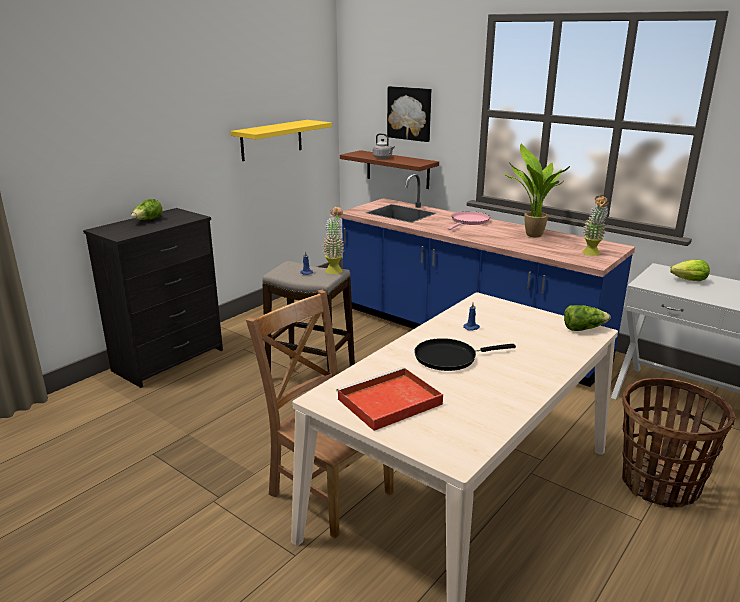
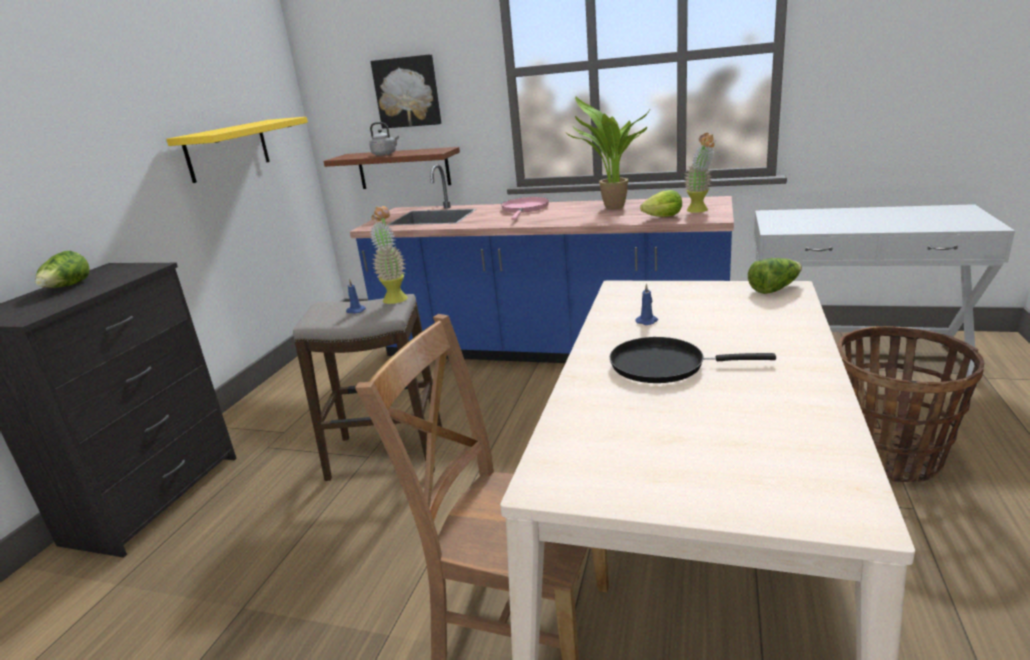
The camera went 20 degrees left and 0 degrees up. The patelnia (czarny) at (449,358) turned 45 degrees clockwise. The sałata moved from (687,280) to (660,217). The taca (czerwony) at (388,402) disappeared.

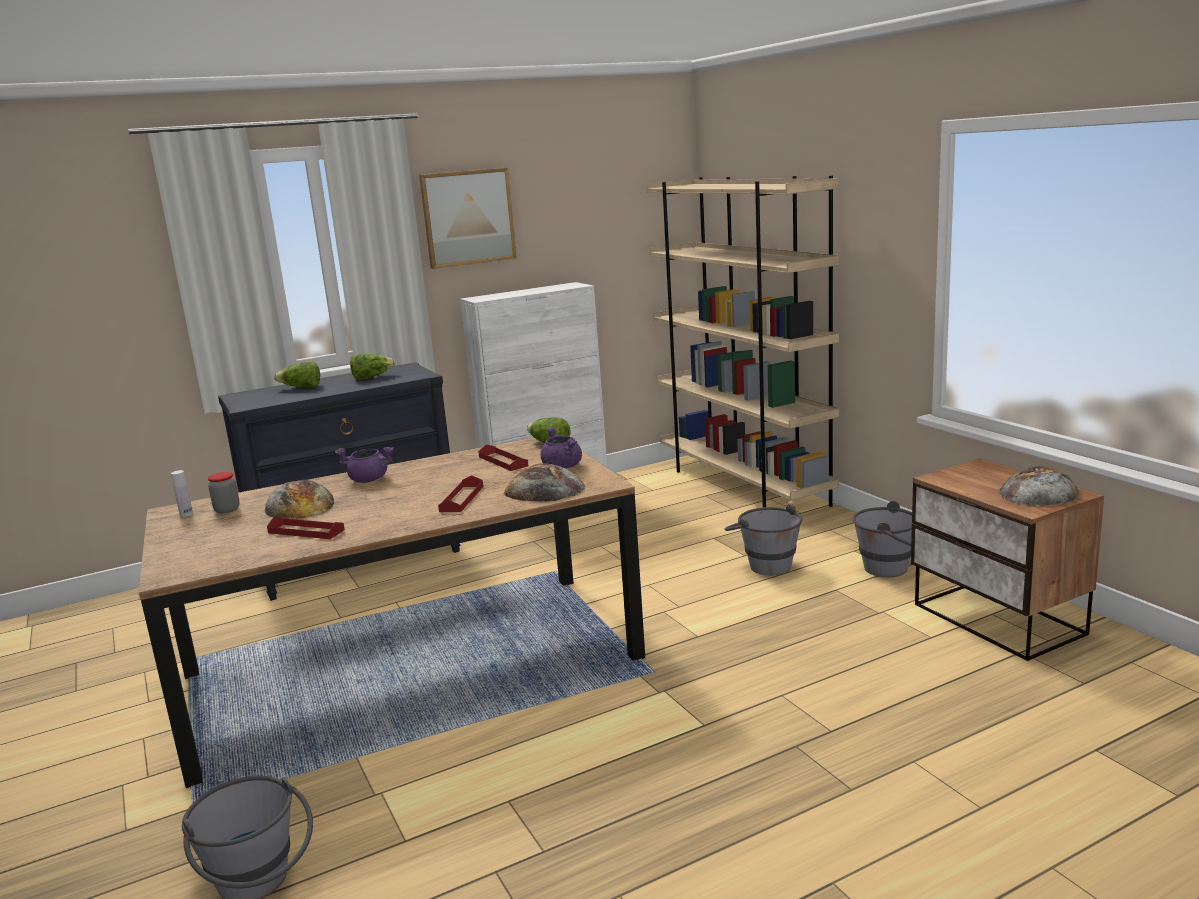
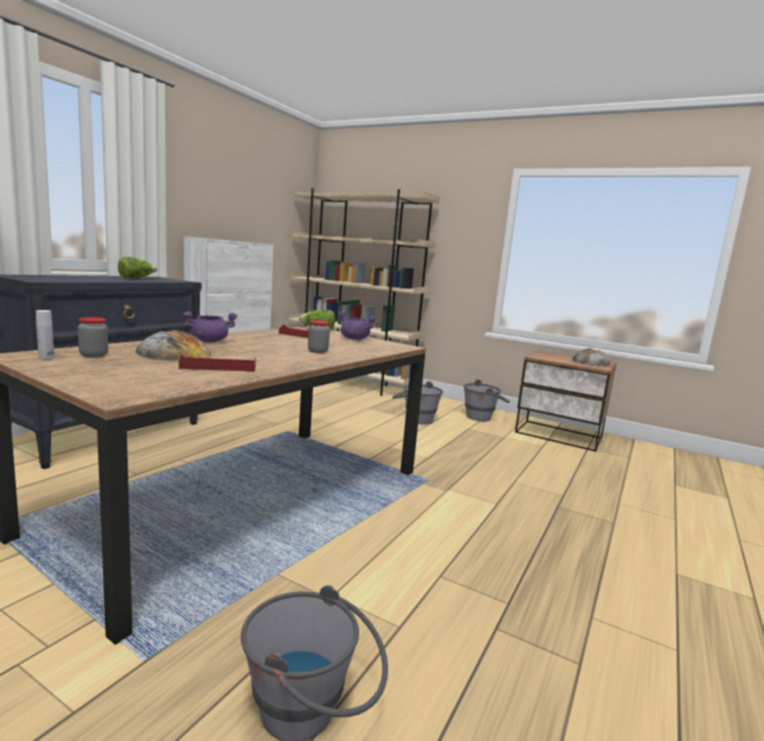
The camera went 35 degrees left and 5 degrees down. The taca (czerwony) at (461,499) was replaced by the słoik at (318,351). The sałata at (301,388) disappeared. The obraz at (468,217) disappeared. The chleb at (544,489) disappeared.

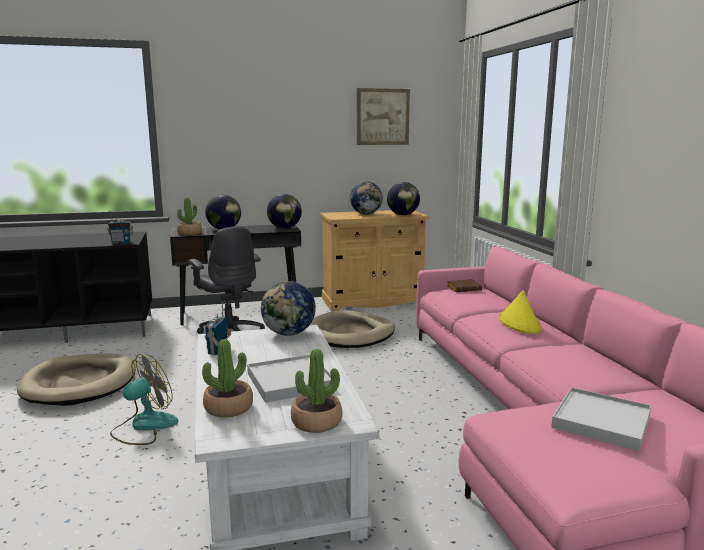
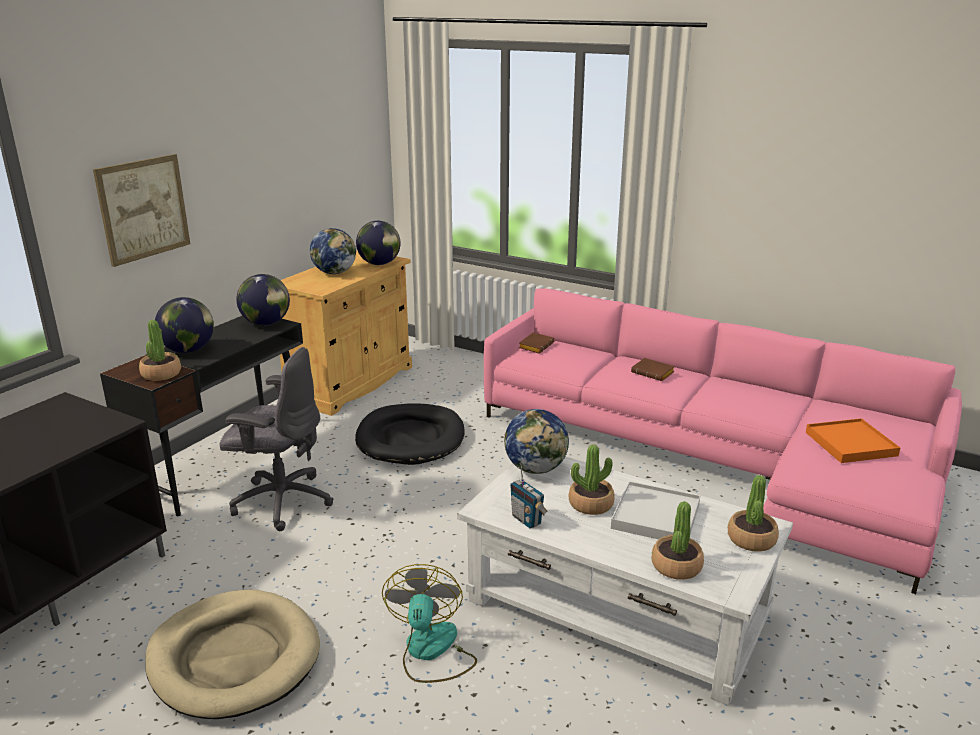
The camera went 45 degrees left and 10 degrees up. The obraz moved from (382,117) to (143,209). The legowisko (beżowy) at (349,334) became the legowisko (czarny) at (411,438). The roślina doniczkowa at (591,504) appeared. The kapelusz (żółty) at (519,323) was replaced by the książka (brązowy) at (654,373). The taca (biały) at (601,422) became the taca (pomarańczowy) at (850,444). The radio at (121,242) disappeared.

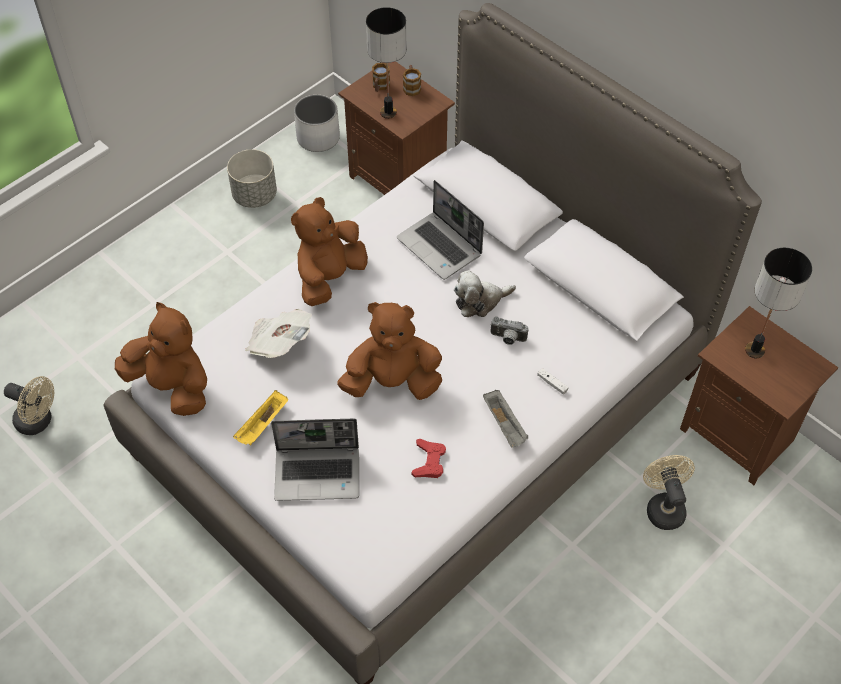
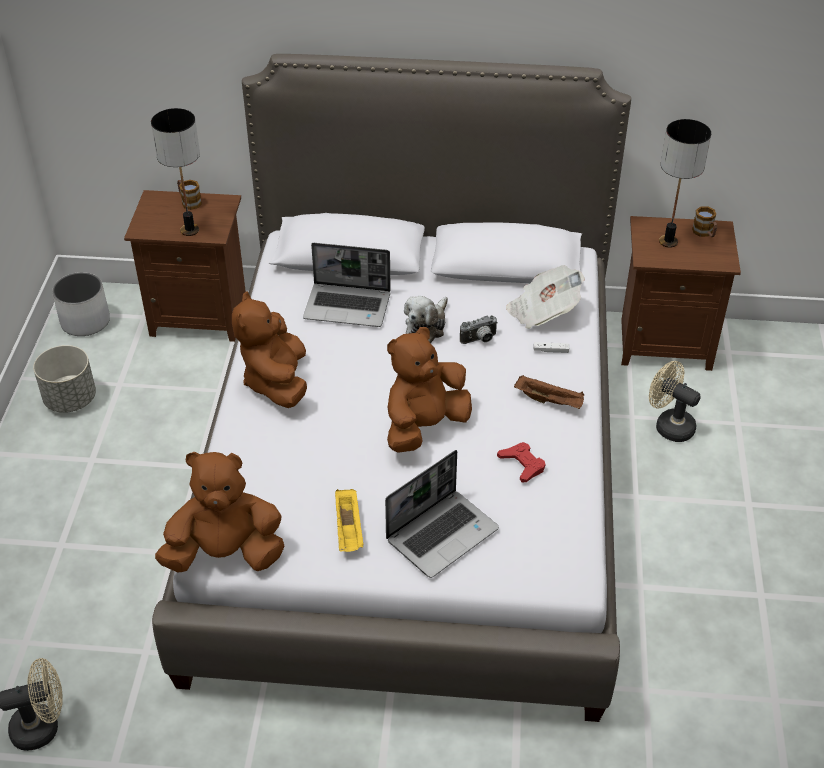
The camera went 40 degrees left and 10 degrees down. The gazeta moved from (279,343) to (543,311). The taca (szary) at (505,425) became the taca (brązowy) at (549,401). The kubek moved from (380,86) to (704,233).

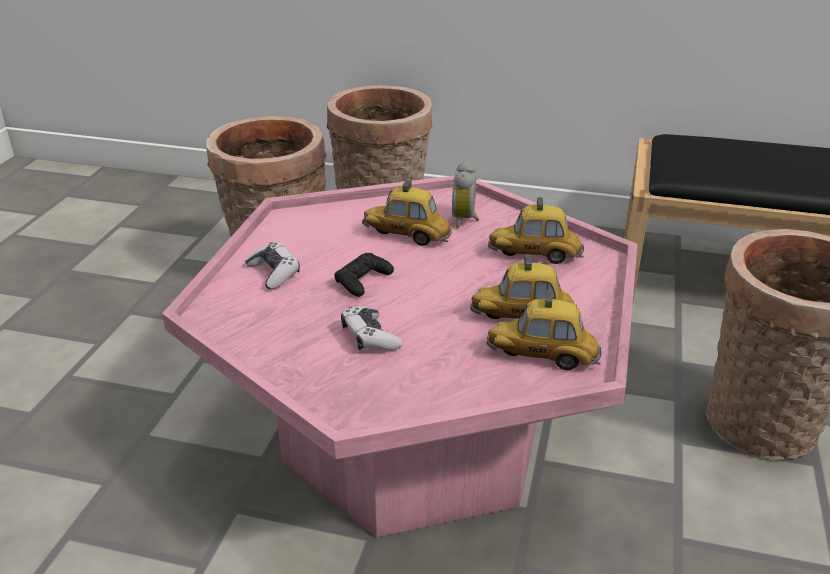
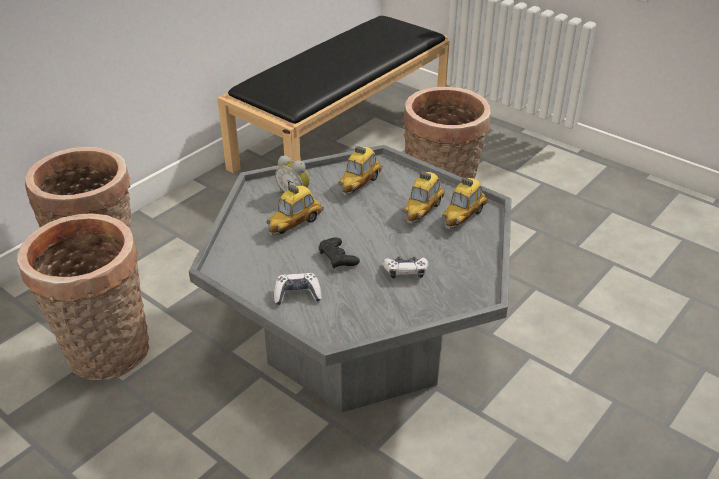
The camera went 65 degrees left and 5 degrees up. The ława (różowy) at (416,436) became the ława (szary) at (360,338).

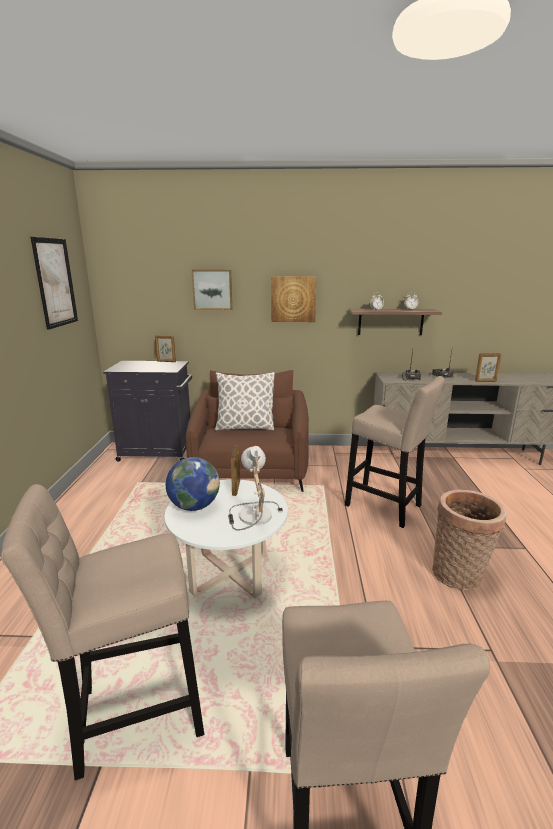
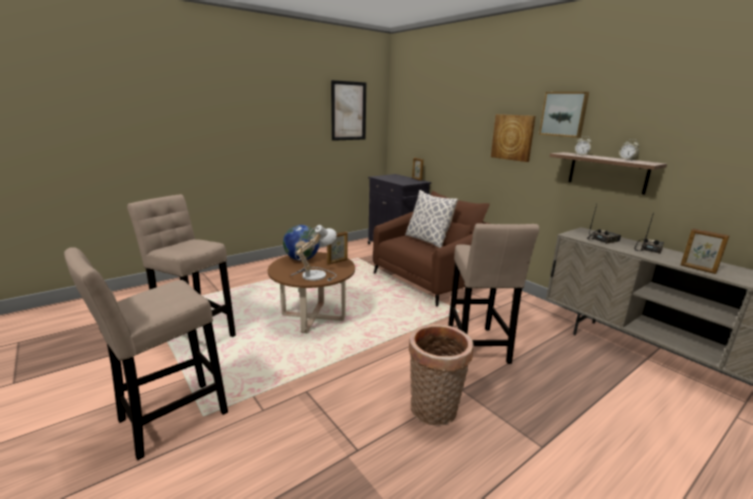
The camera went 50 degrees right and 0 degrees up. The ława (biały) at (229,574) became the ława (brązowy) at (313,317). The obraz moved from (212,289) to (564,114).

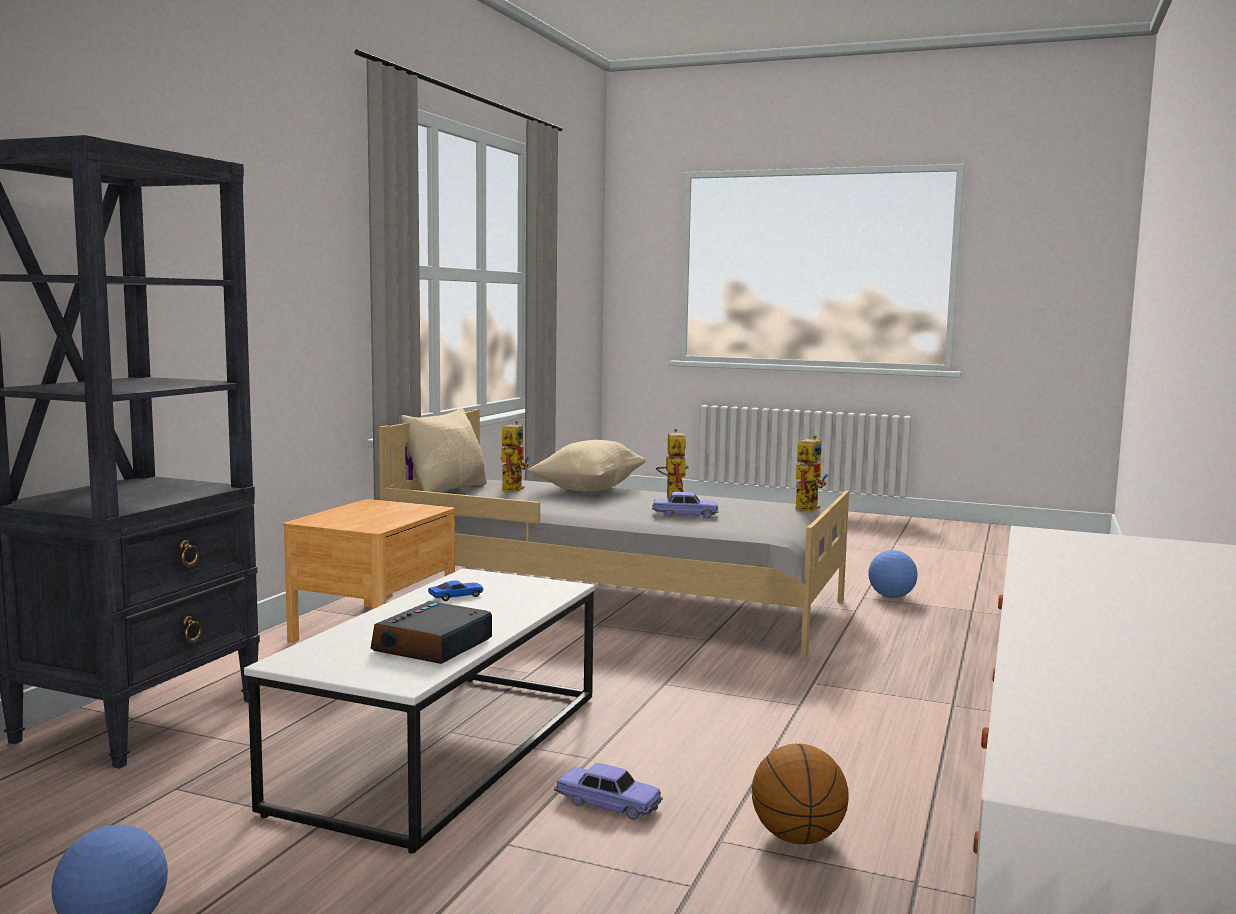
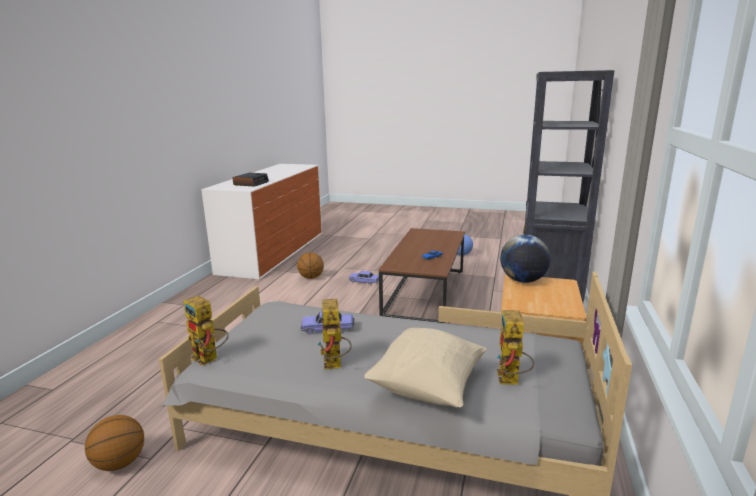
The camera went 175 degrees right and 10 degrees up. The piłka futbolowa at (891,597) was replaced by the piłka do koszykówki at (119,463). The robot zabawkowy at (807,507) turned 75 degrees counterclockwise. The budzik moved from (433,646) to (251,183). The ława (biały) at (444,750) became the ława (brązowy) at (425,293). The globus at (523,281) appeared. The poduszka (beżowy) at (447,489) disappeared.

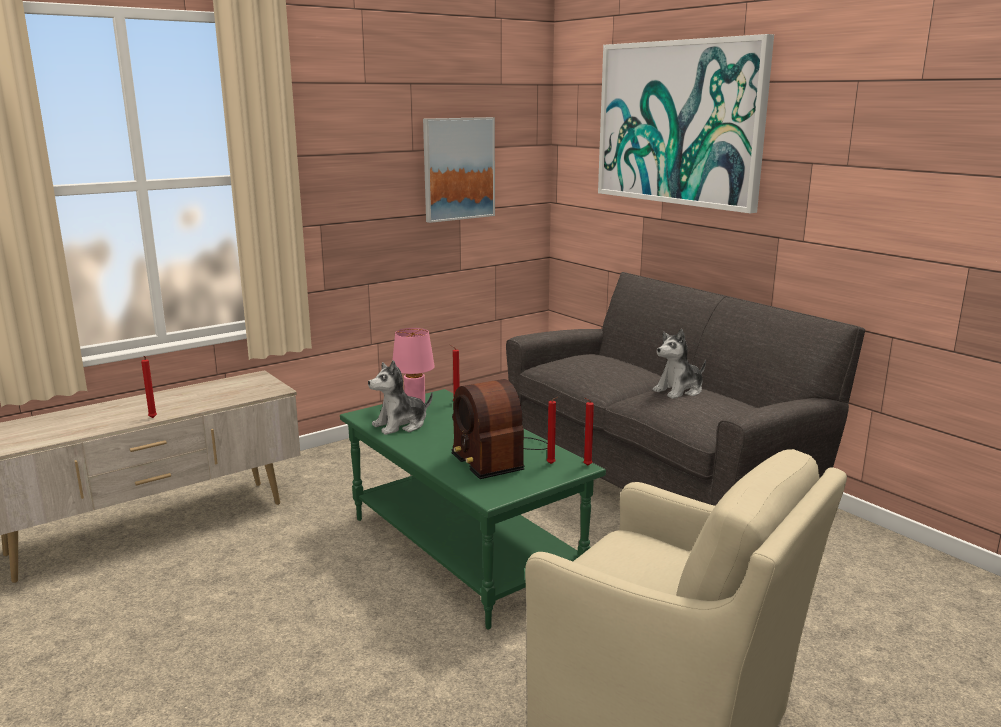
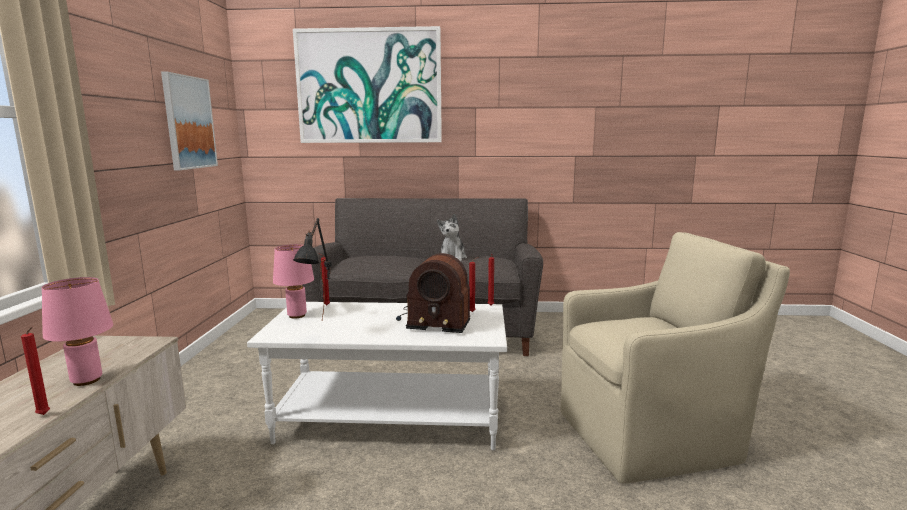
The camera went 50 degrees left and 5 degrees down. The lampa stołowa (różowy) at (87,380) appeared. The ława (zielony) at (465,549) became the ława (biały) at (391,417). The pluszak at (401,425) was replaced by the lampa stołowa (czarny) at (321,329).

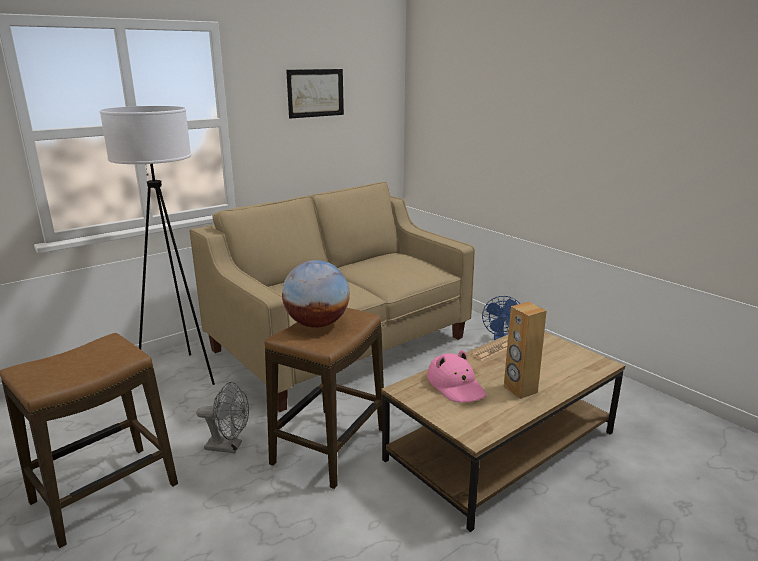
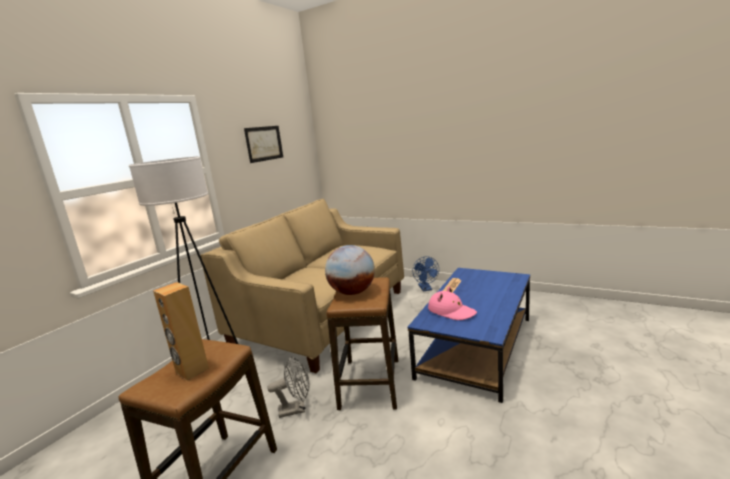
The camera went 20 degrees left and 5 degrees down. The głośnik (brązowy) moved from (520,390) to (191,370). The ława (brązowy) at (502,445) became the ława (niebieski) at (476,346).

